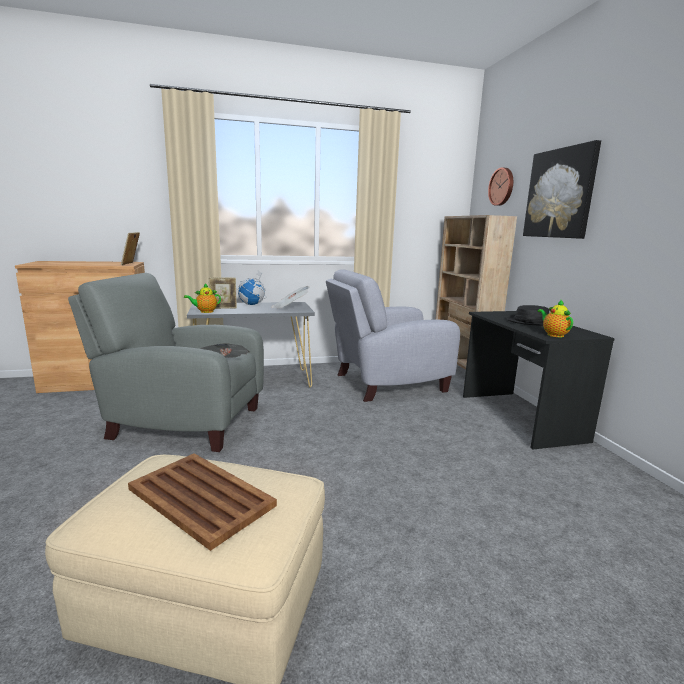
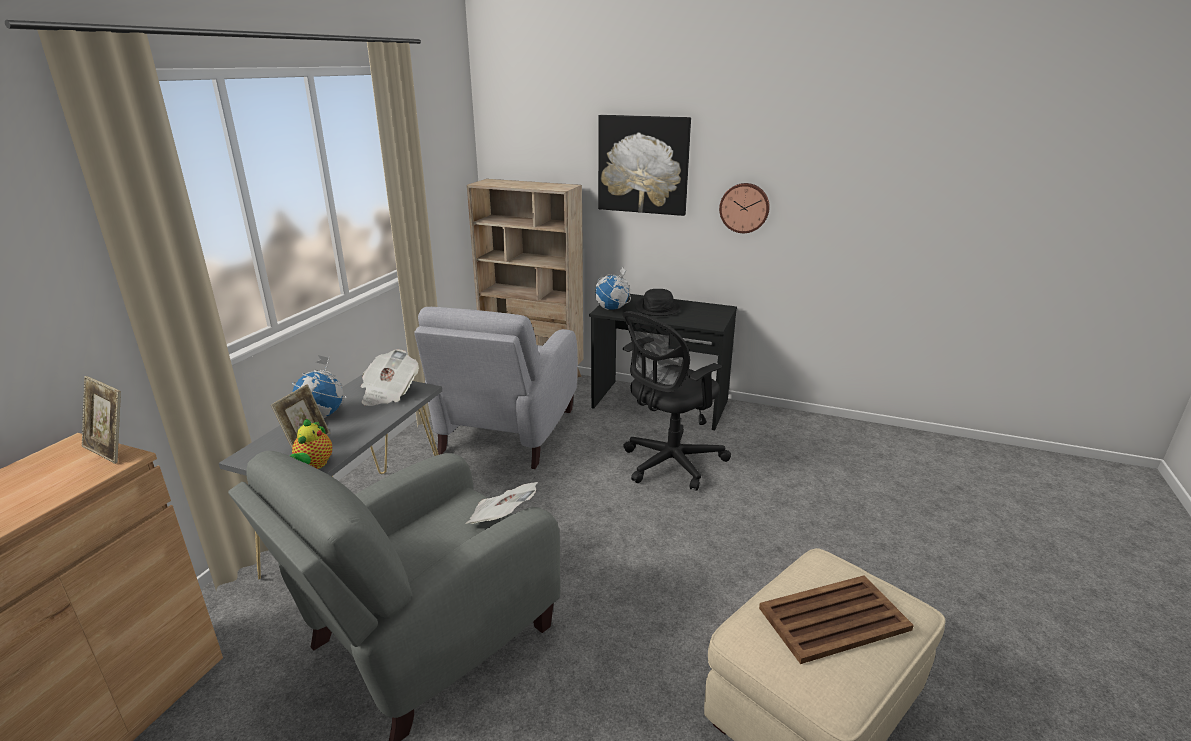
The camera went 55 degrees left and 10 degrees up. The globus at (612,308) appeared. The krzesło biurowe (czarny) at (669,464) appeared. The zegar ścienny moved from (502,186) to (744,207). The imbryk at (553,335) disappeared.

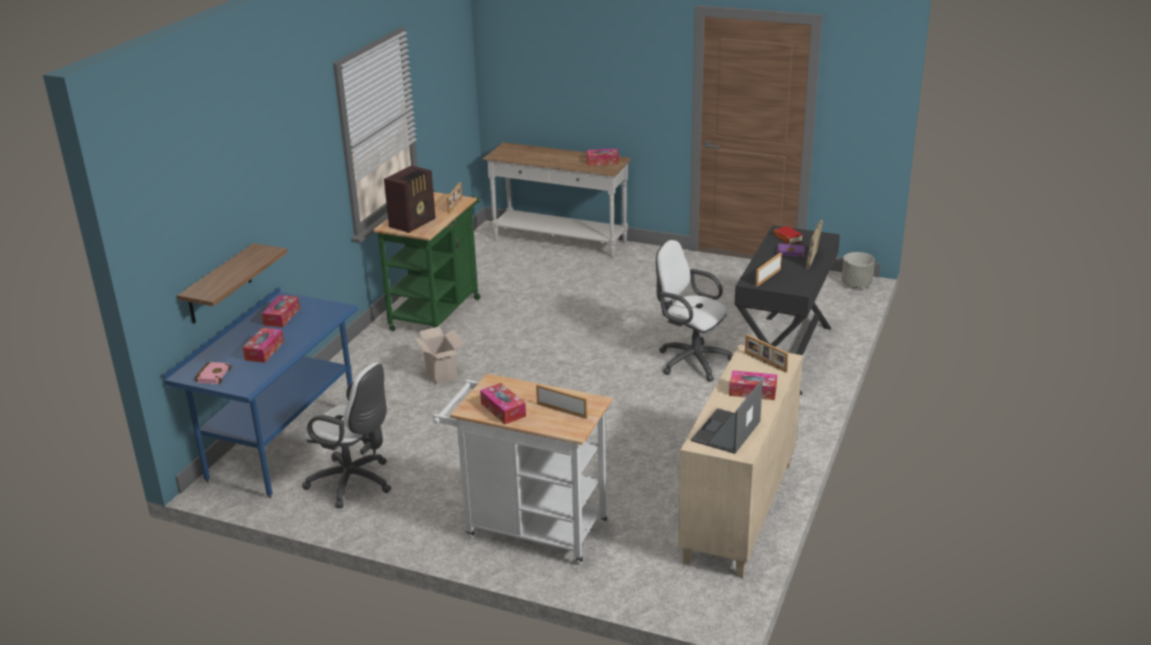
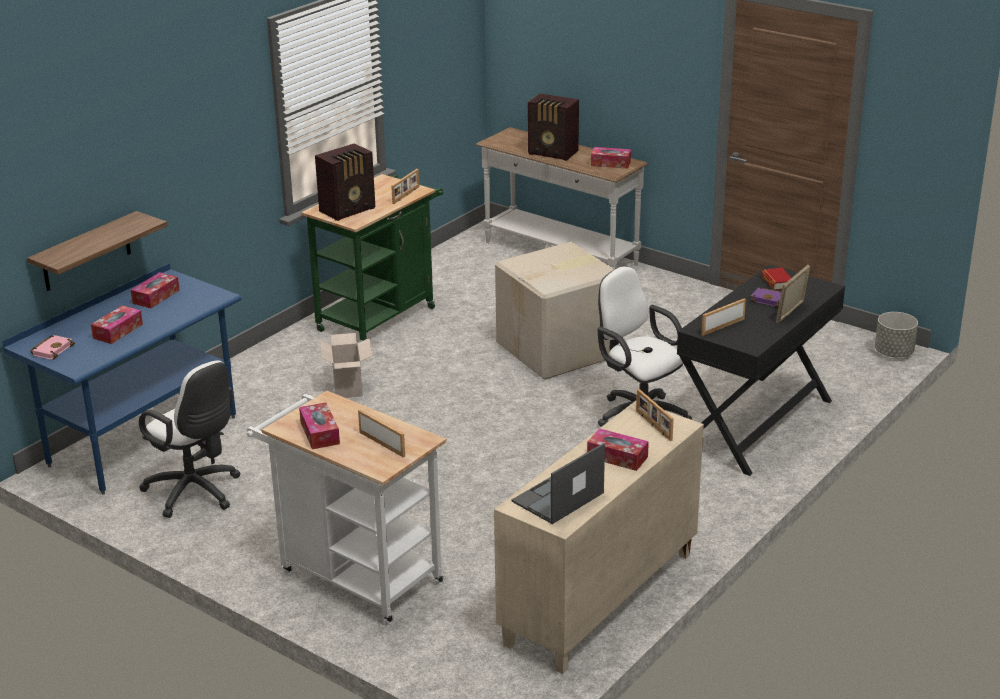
The camera went 15 degrees right and 0 degrees up. The karton at (559,350) appeared. The radio at (553,153) appeared.

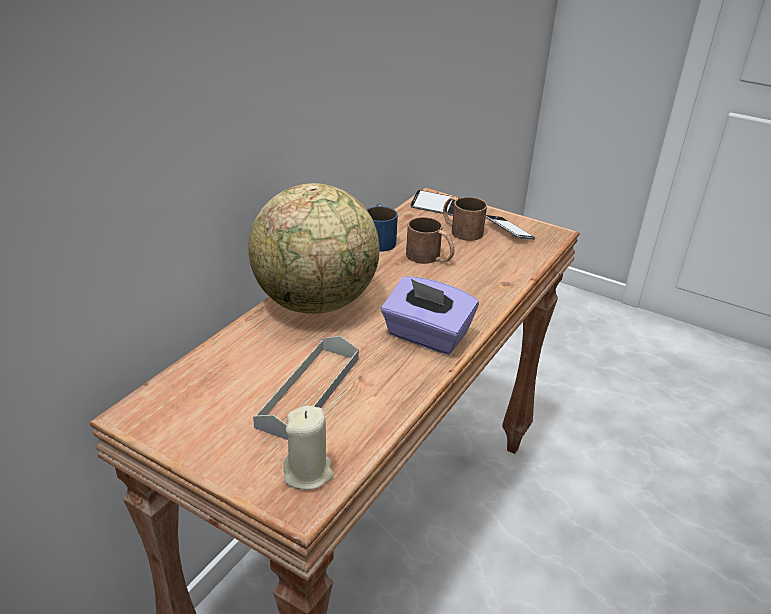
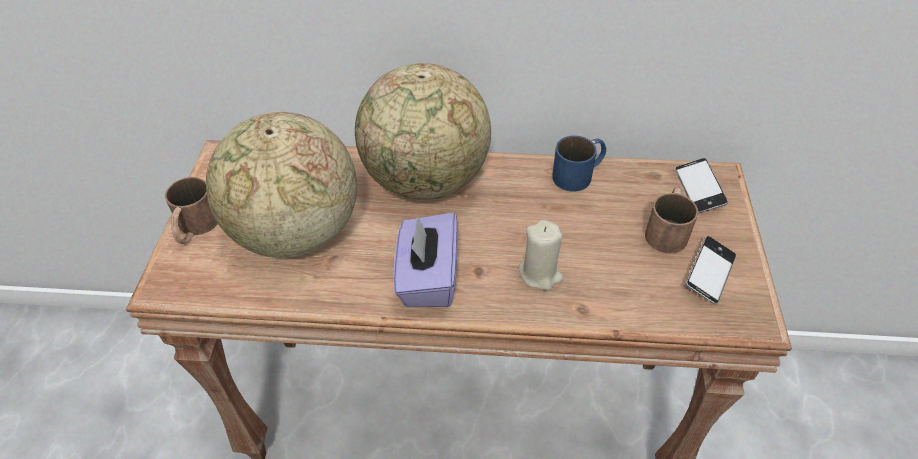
The camera went 65 degrees right and 15 degrees up. The kubek (brązowy) moved from (430,258) to (195,228). The taca (szary) at (309,391) was replaced by the globus at (296,233). The świeca (beżowy) moved from (308,473) to (540,273).

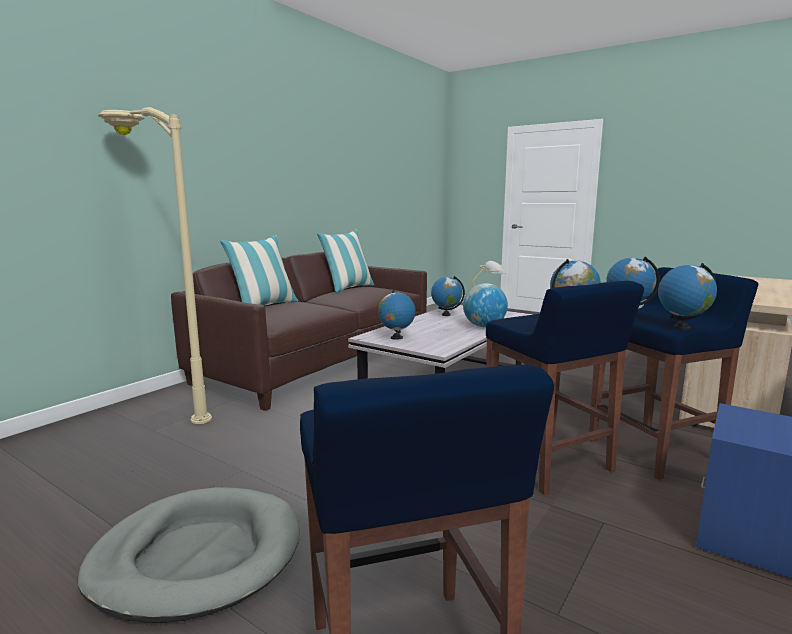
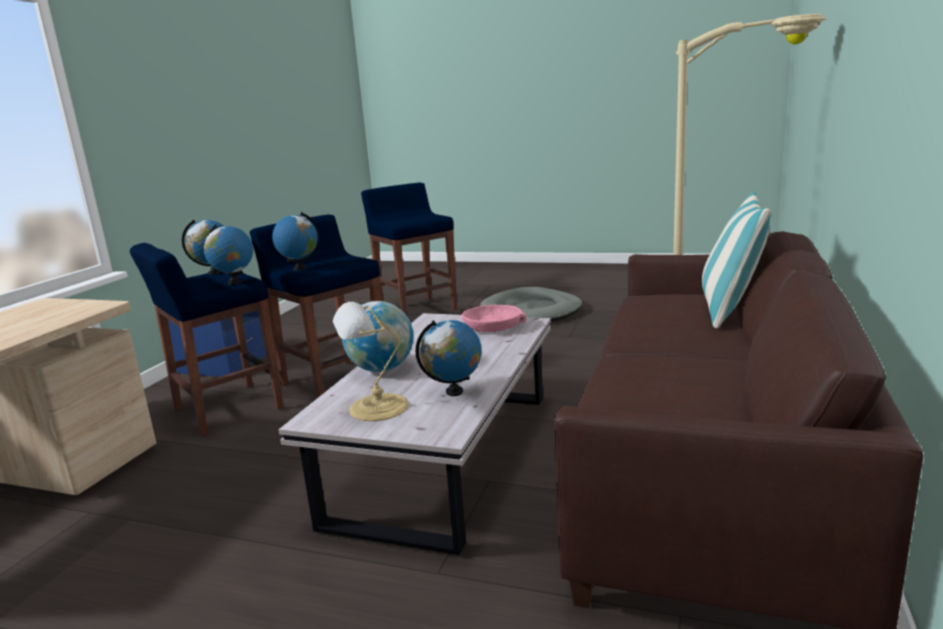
The camera went 165 degrees right and 5 degrees up. The globus at (396,338) was replaced by the miska (różowy) at (493,327). The poduszka at (348,288) disappeared.

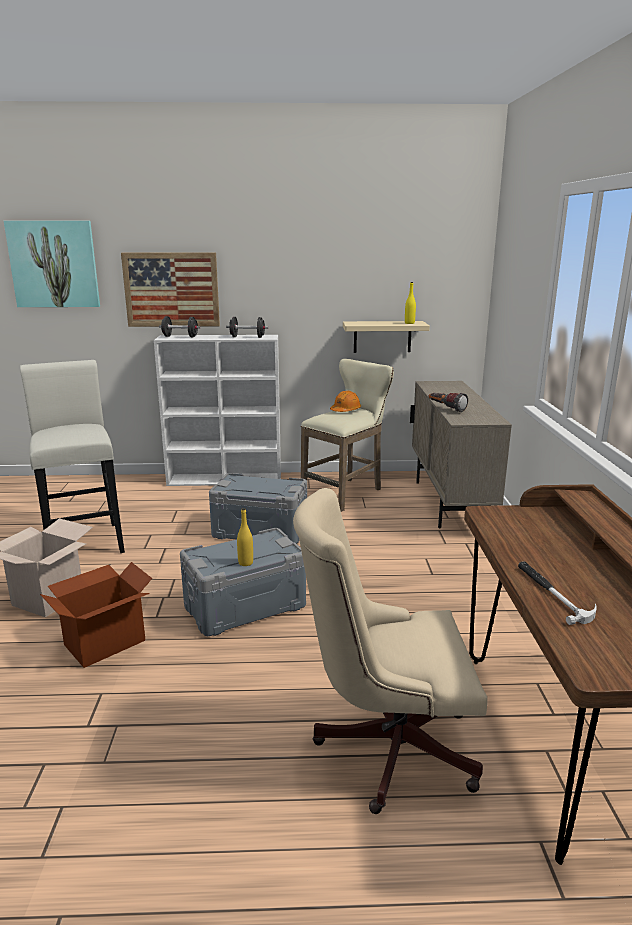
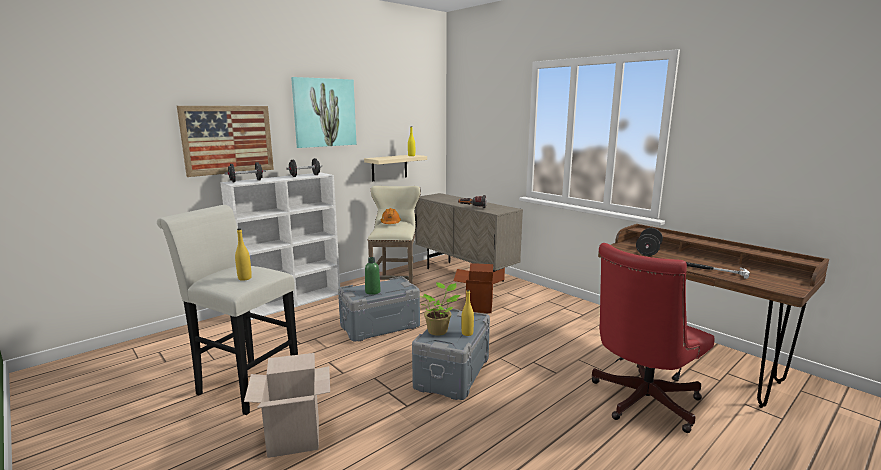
The camera went 40 degrees left and 5 degrees down. The butelka (żółty) at (244,278) appeared. The obraz moved from (54,264) to (324,112). The butelka (zielony) at (372,292) appeared. The roślina doniczkowa at (439,330) appeared. The karton moved from (104,642) to (478,305). The krzesło biurowe (beżowy) at (385,745) became the krzesło biurowe (czerwony) at (640,402). The hantel (czarny) at (648,251) appeared.

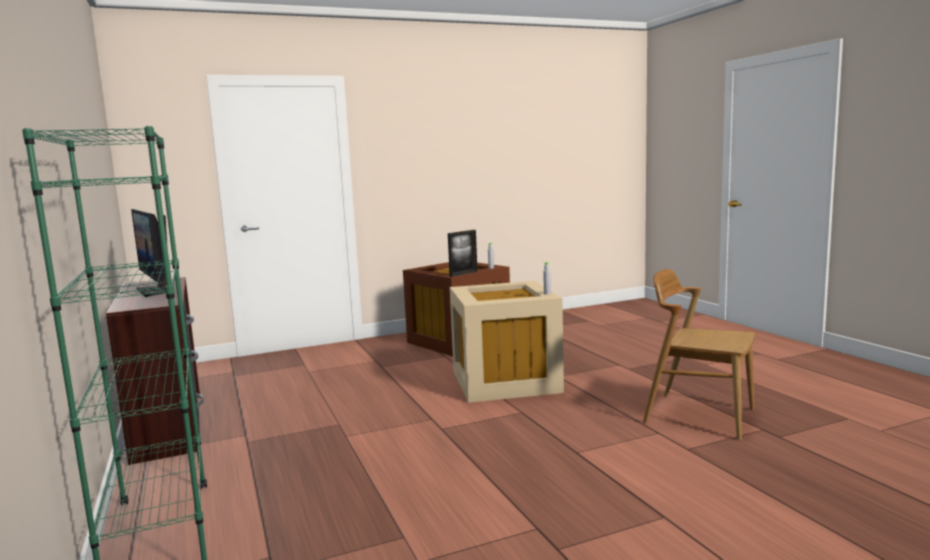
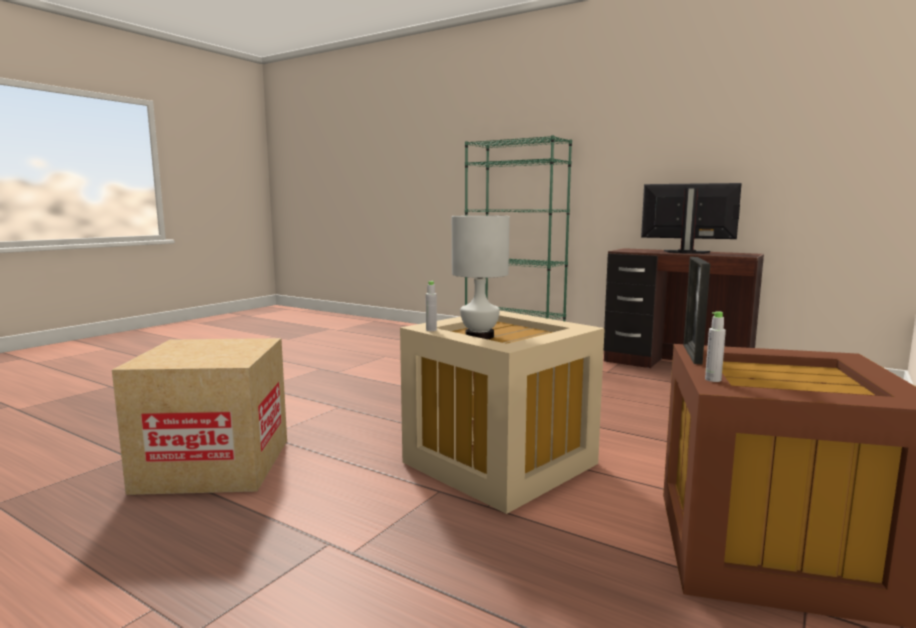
The camera went 145 degrees right and 0 degrees up. The krzesło (brązowy) at (698,415) was replaced by the karton at (214,465). The lampa stołowa (biały) at (479,336) appeared.

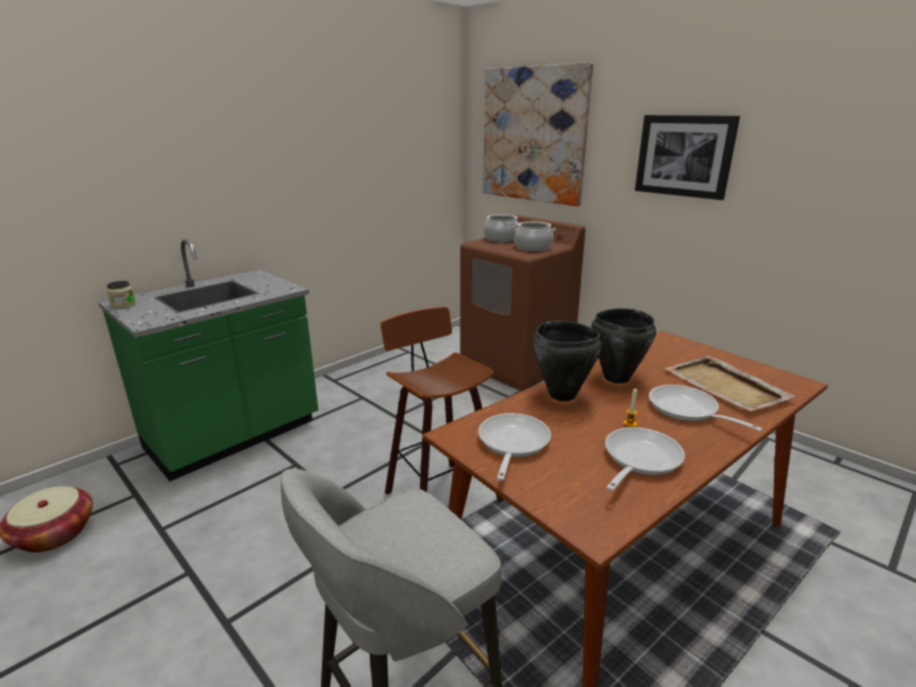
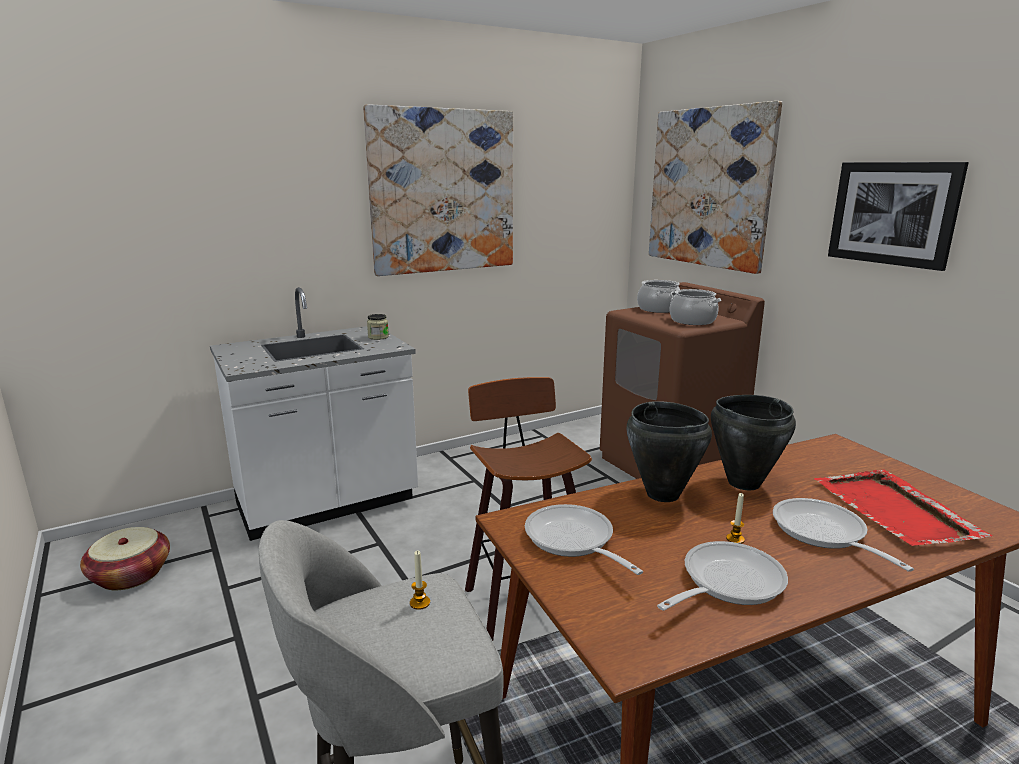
The camera went 15 degrees right and 5 degrees down. The zabudowa kuchenna (zielony) at (234,437) became the zabudowa kuchenna (biały) at (327,504). The obraz at (443,192) appeared. The słoik moved from (123,305) to (378,337). The świeca at (420,603) appeared. The patelnia at (512,444) turned 60 degrees counterclockwise. The taca (beżowy) at (726,386) became the taca (czerwony) at (895,511).

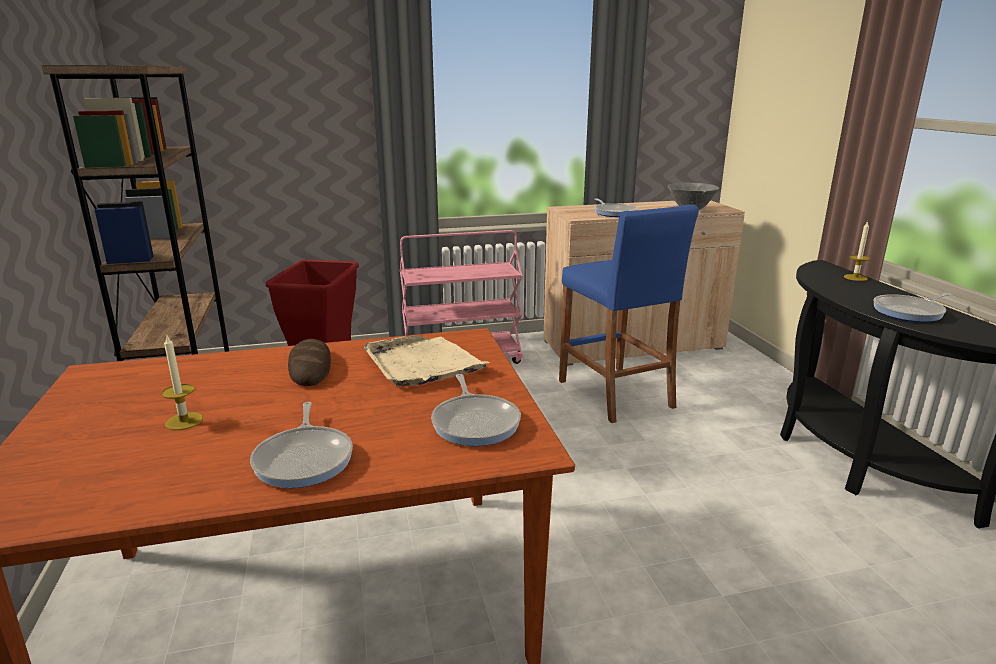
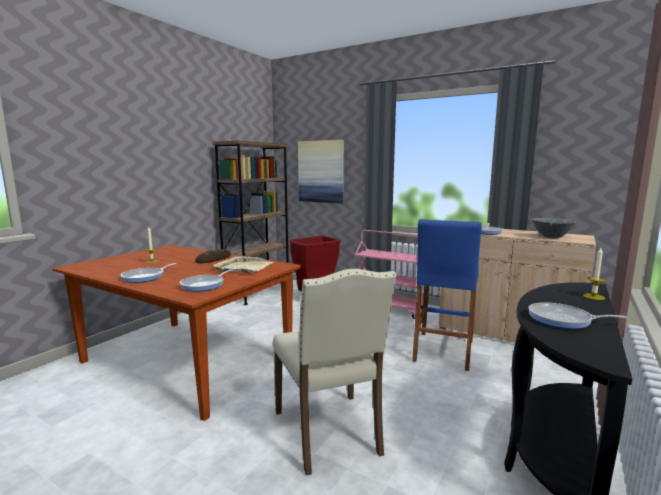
The camera went 45 degrees right and 10 degrees down. The krzesło (beżowy) at (329,433) appeared. The obraz at (321,171) appeared.

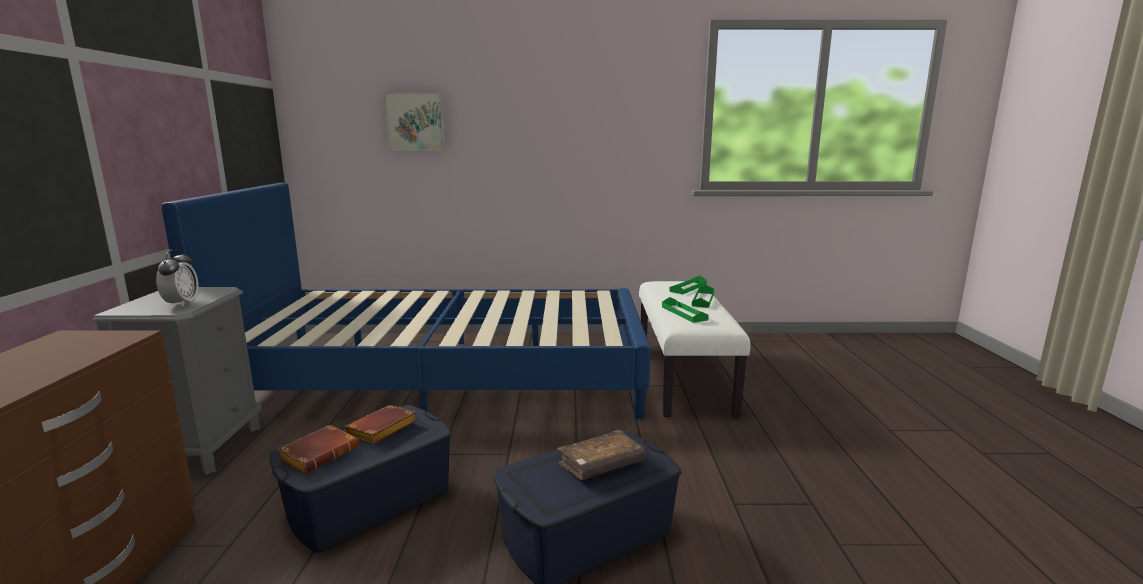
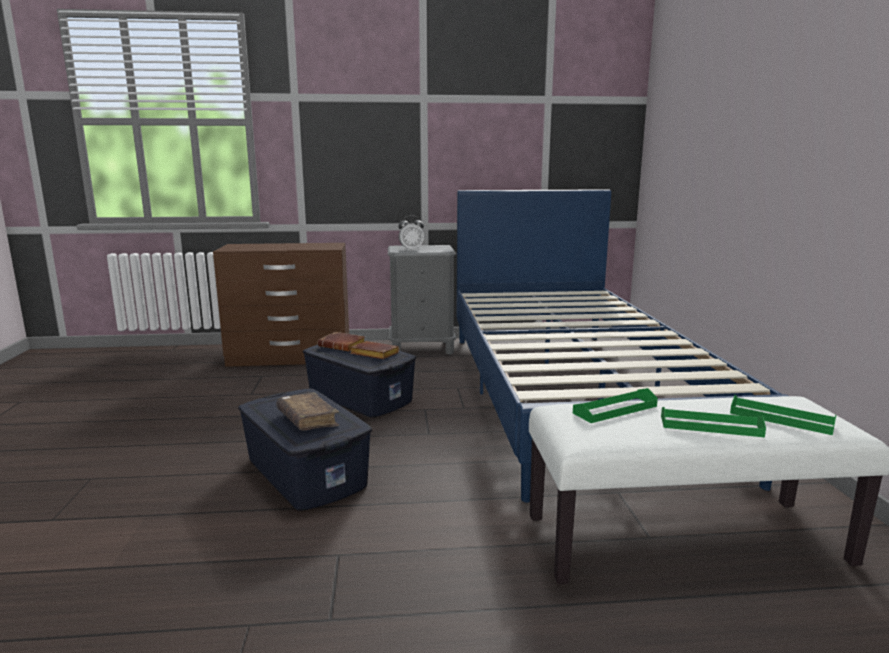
The camera went 85 degrees right and 0 degrees up. The obraz at (416,121) disappeared.

